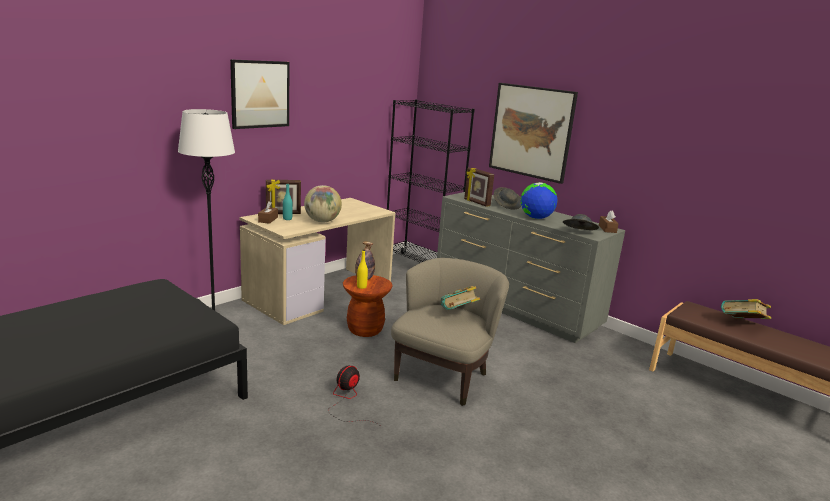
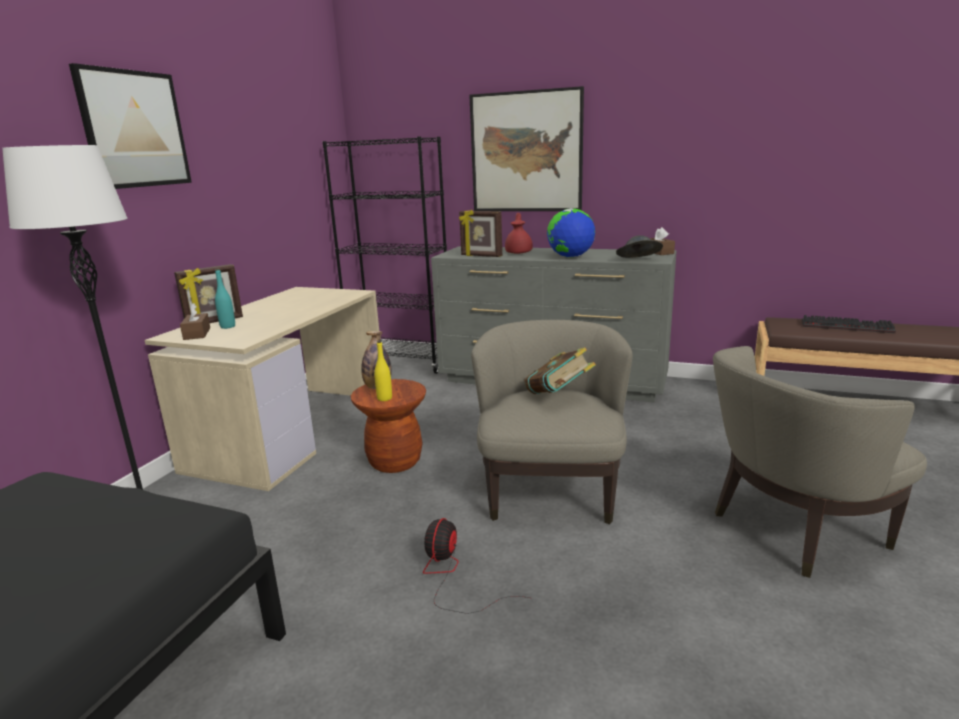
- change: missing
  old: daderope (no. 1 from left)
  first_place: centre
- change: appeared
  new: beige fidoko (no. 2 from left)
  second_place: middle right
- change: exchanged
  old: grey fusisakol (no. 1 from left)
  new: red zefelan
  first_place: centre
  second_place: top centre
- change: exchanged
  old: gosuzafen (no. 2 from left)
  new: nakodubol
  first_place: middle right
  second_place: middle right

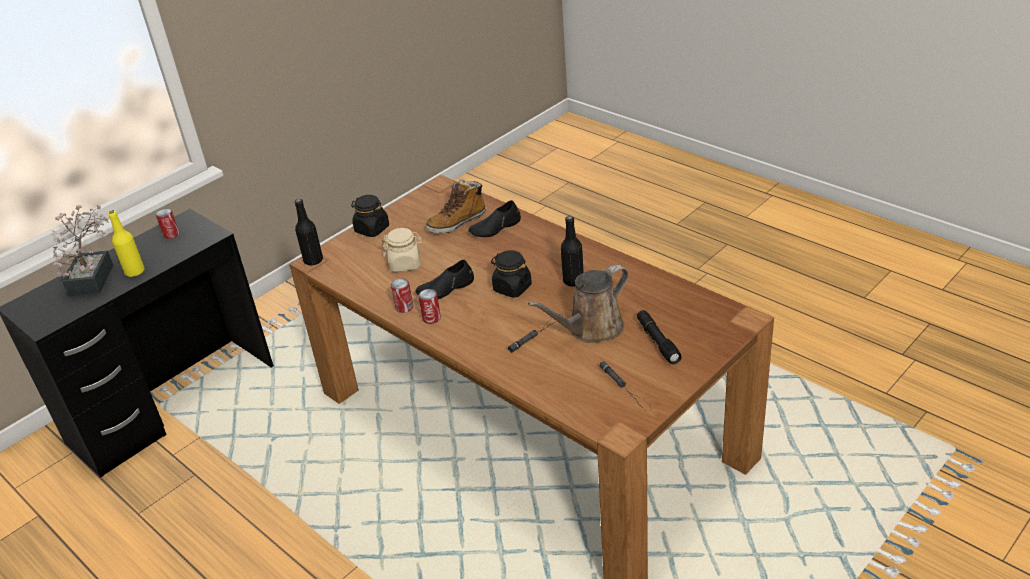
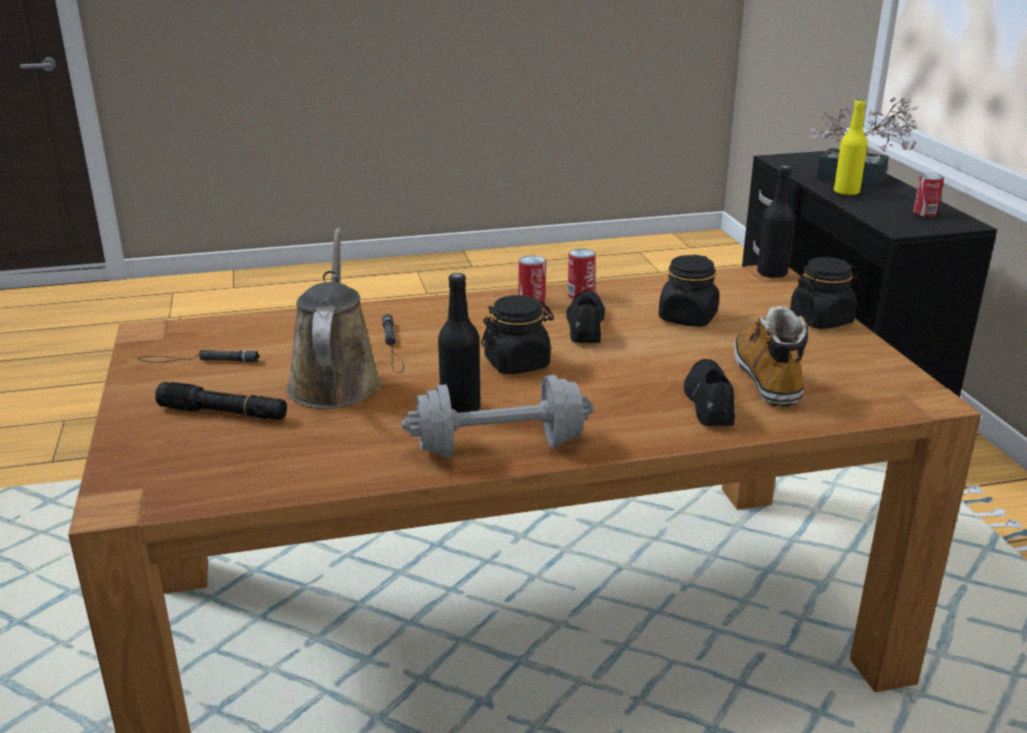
- change: appeared
  new: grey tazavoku
  second_place: centre
- change: colour
  old: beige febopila
  new: black febopila (no. 2 from left)
  first_place: centre
  second_place: middle right

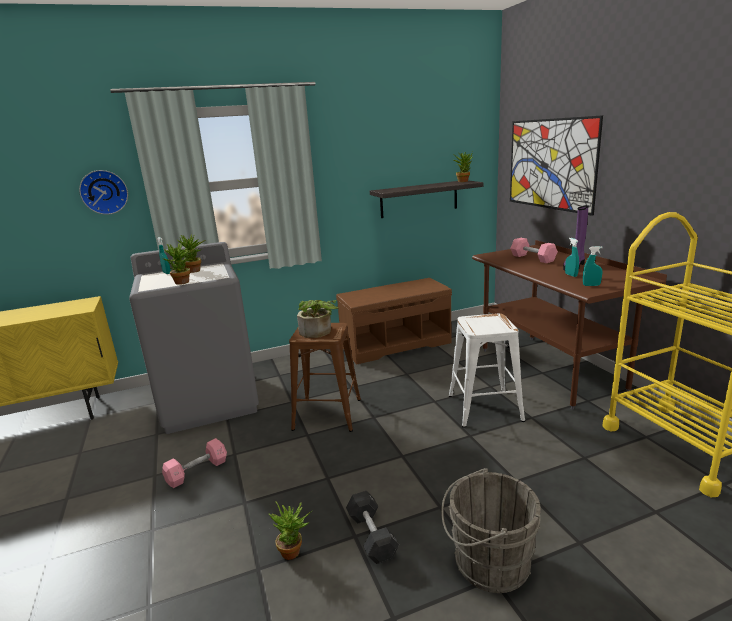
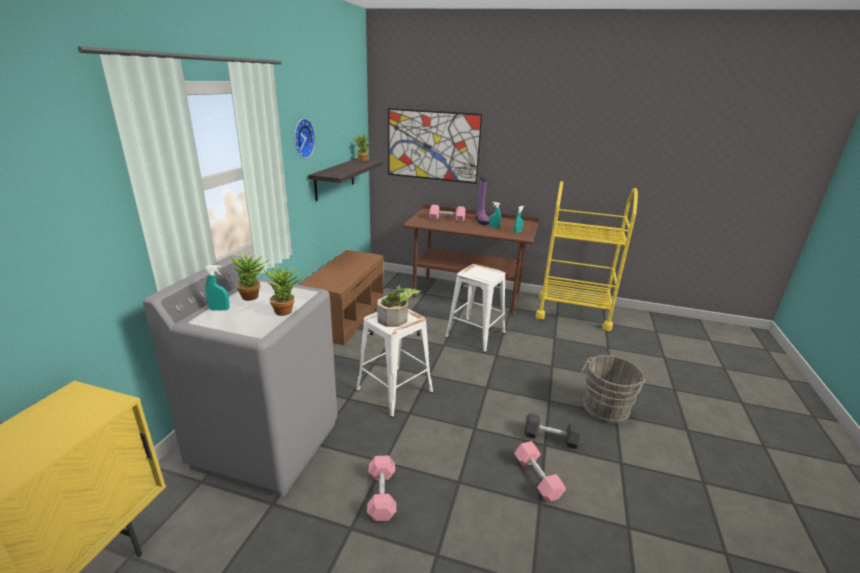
- change: relocated
  old: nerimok
  first_place: top left
  second_place: top centre
- change: exchanged
  old: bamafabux (no. 3 from left)
  new: pink tazavoku (no. 3 from left)
  first_place: bottom centre
  second_place: bottom centre
- change: colour
  old: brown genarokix
  new: white genarokix (no. 1 from left)
  first_place: centre
  second_place: centre

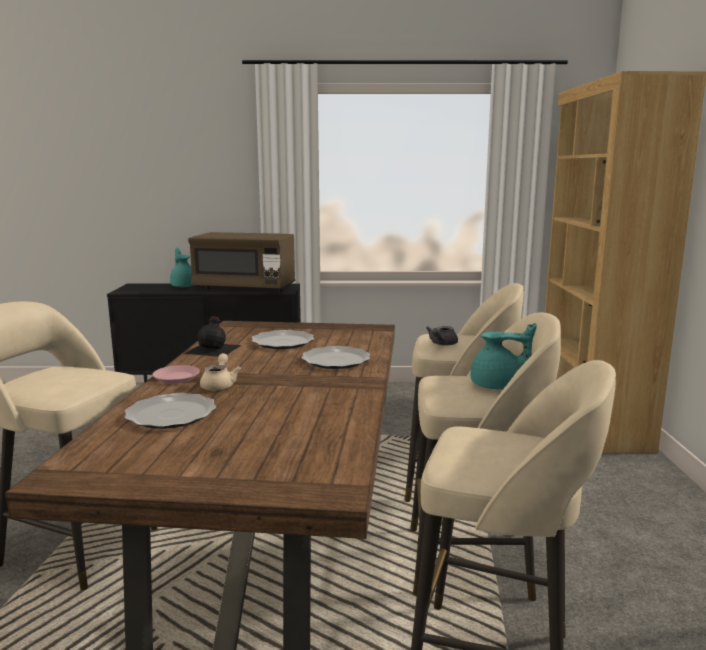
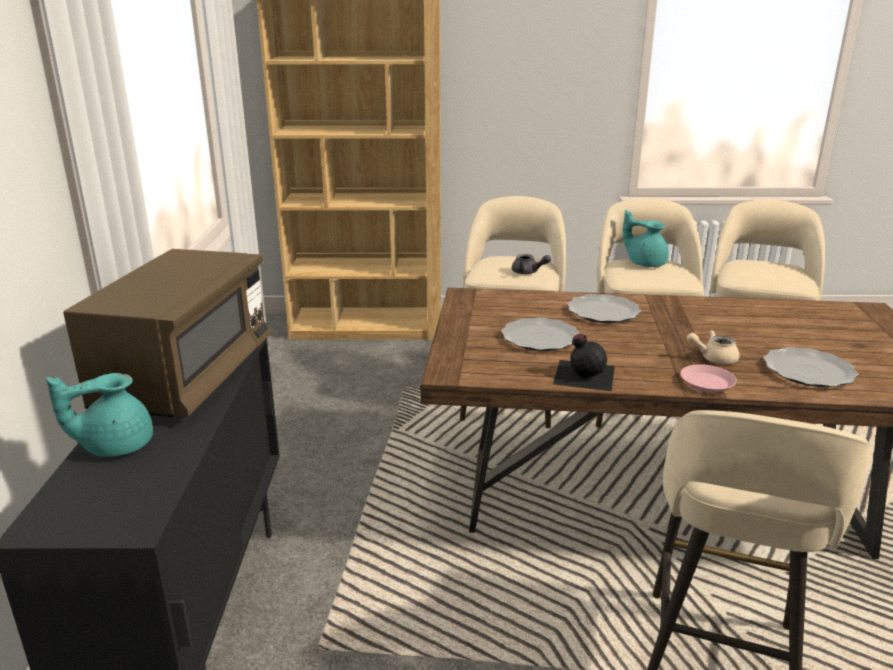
- change: spun
  old: turquoise zefelan (no. 2 from left)
  first_place: middle right
  second_place: middle right
  degrees: -60

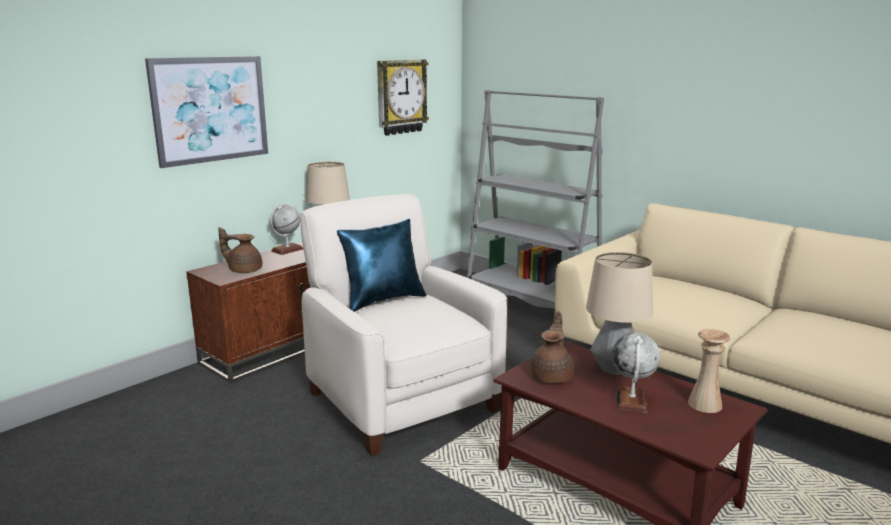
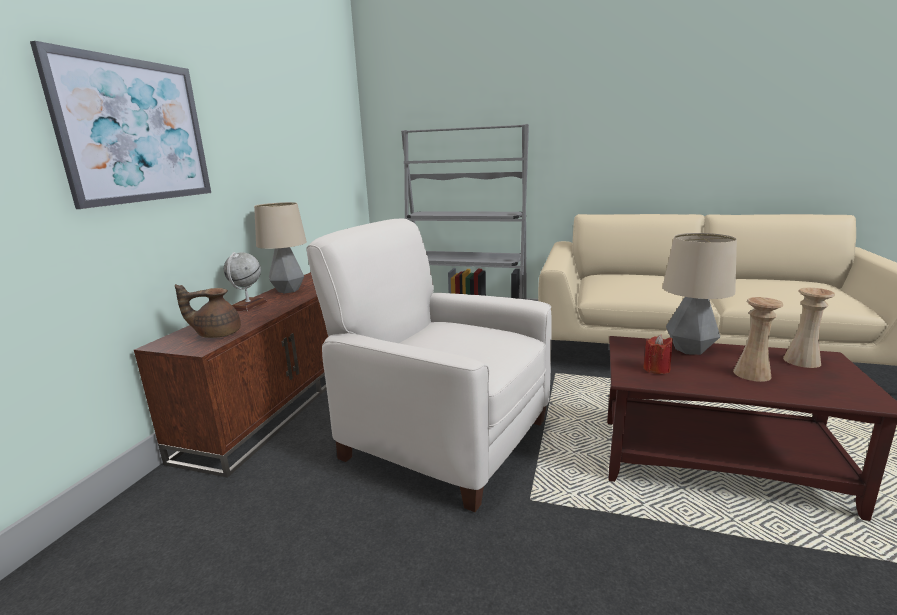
- change: missing
  old: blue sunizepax
  first_place: centre
- change: missing
  old: nerimok
  first_place: top centre
- change: exchanged
  old: brown zefelan (no. 2 from left)
  new: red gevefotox
  first_place: centre
  second_place: middle right
- change: exchanged
  old: daderope (no. 2 from left)
  new: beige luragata (no. 1 from left)
  first_place: bottom right
  second_place: middle right

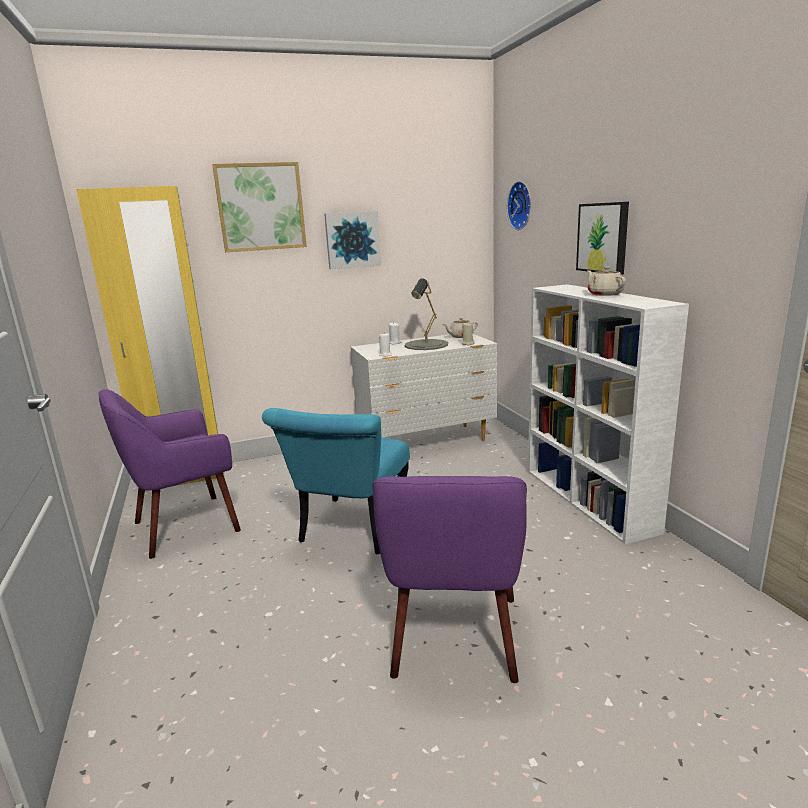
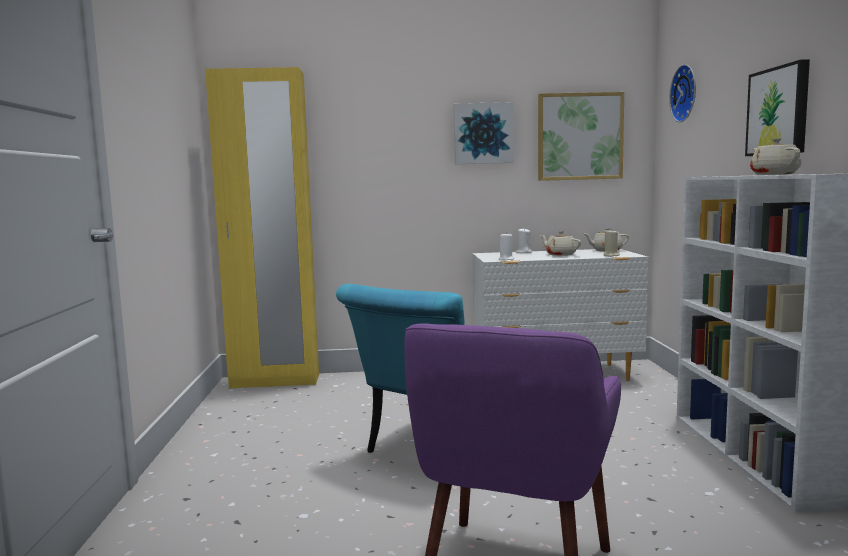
- change: missing
  old: purple fidoko (no. 1 from left)
  first_place: middle left
- change: relocated
  old: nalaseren (no. 1 from left in the first image)
  new: nalaseren (no. 2 from left)
  first_place: top left
  second_place: top right
- change: exchanged
  old: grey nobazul
  new: beige zefelan (no. 1 from left)
  first_place: centre
  second_place: centre

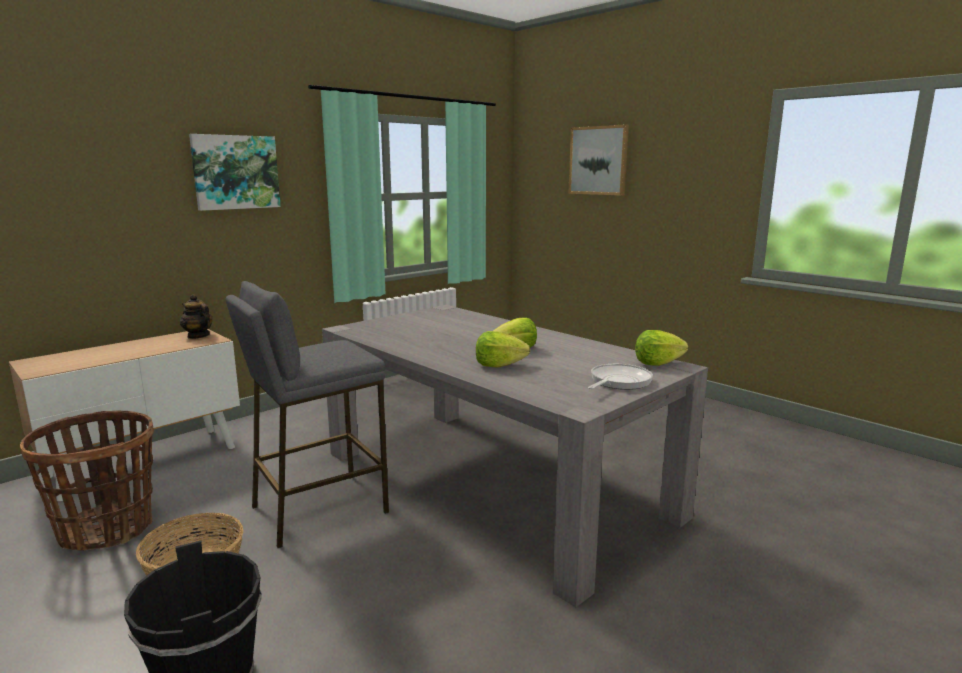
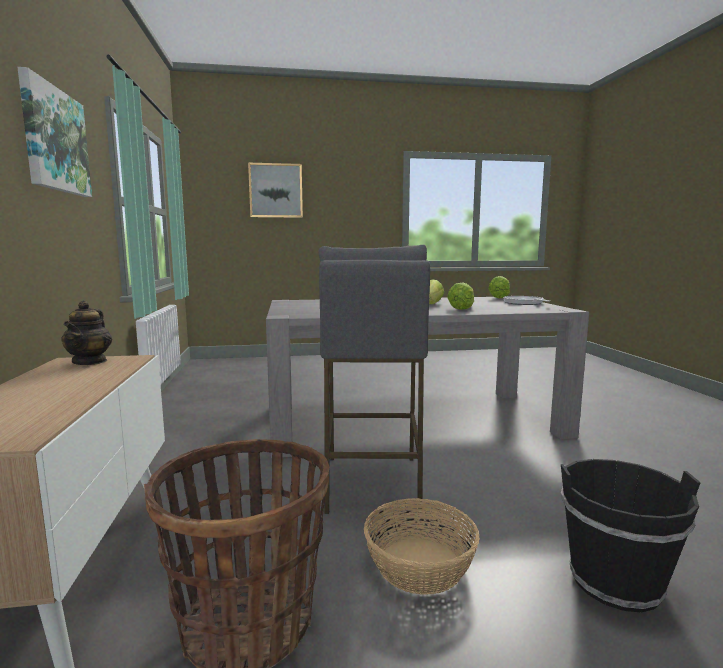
- change: spun
  old: zefelan
  first_place: middle left
  second_place: middle left
  degrees: -75

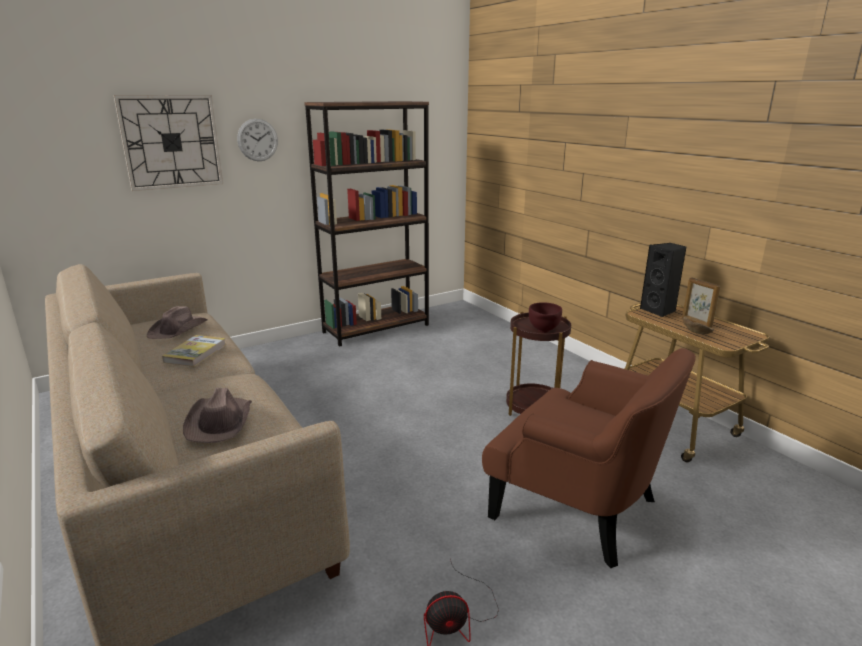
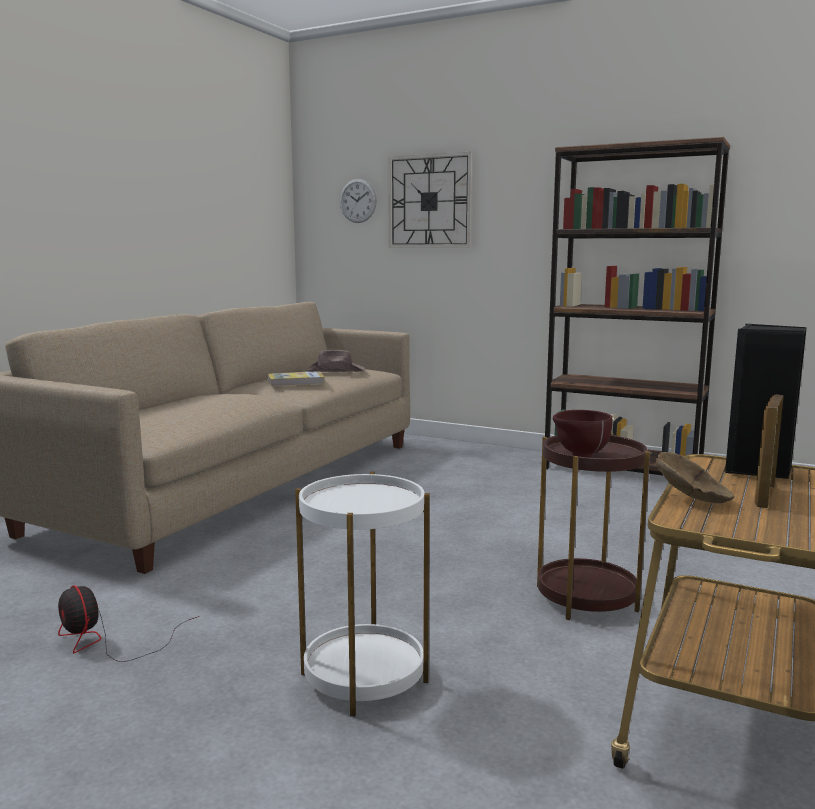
- change: missing
  old: brown fusisakol (no. 2 from left)
  first_place: middle left
- change: relocated
  old: nerimok (no. 2 from left in the first image)
  new: nerimok (no. 1 from left)
  first_place: top left
  second_place: top centre
- change: exchanged
  old: brown fidoko
  new: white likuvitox
  first_place: bottom right
  second_place: bottom centre

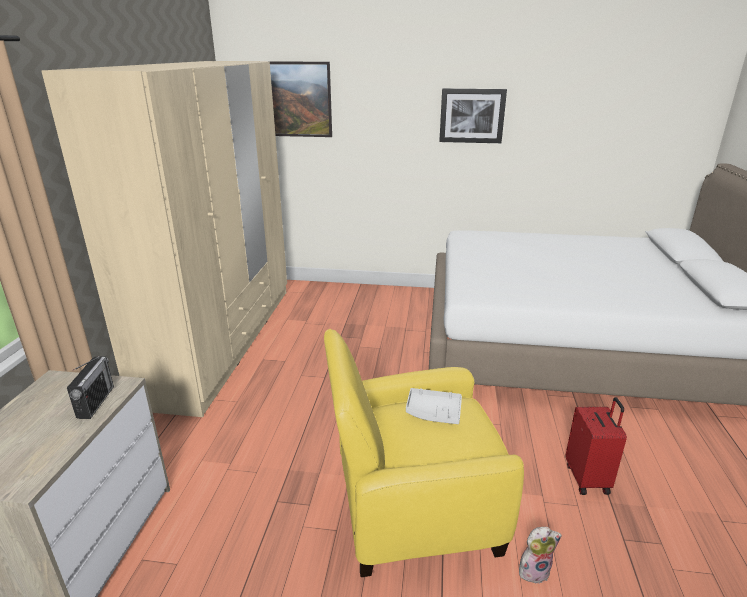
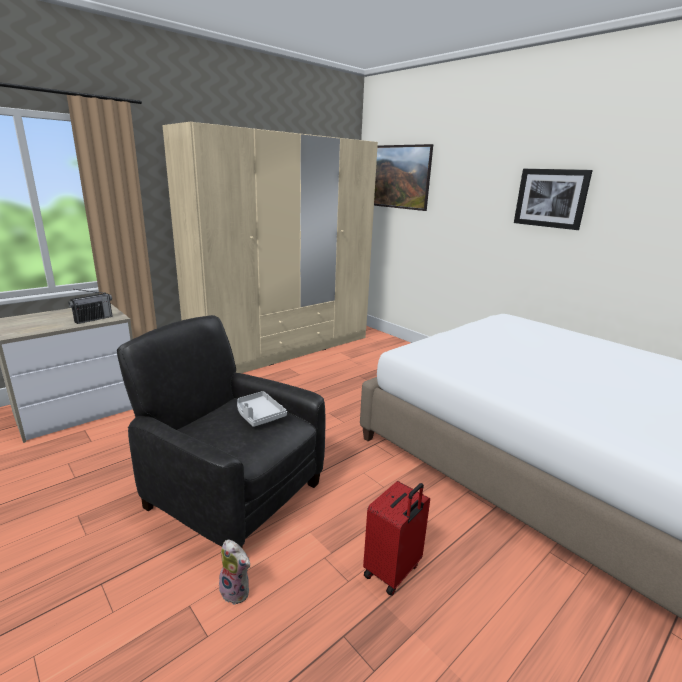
- change: colour
  old: yellow fidoko
  new: black fidoko
  first_place: bottom centre
  second_place: middle left

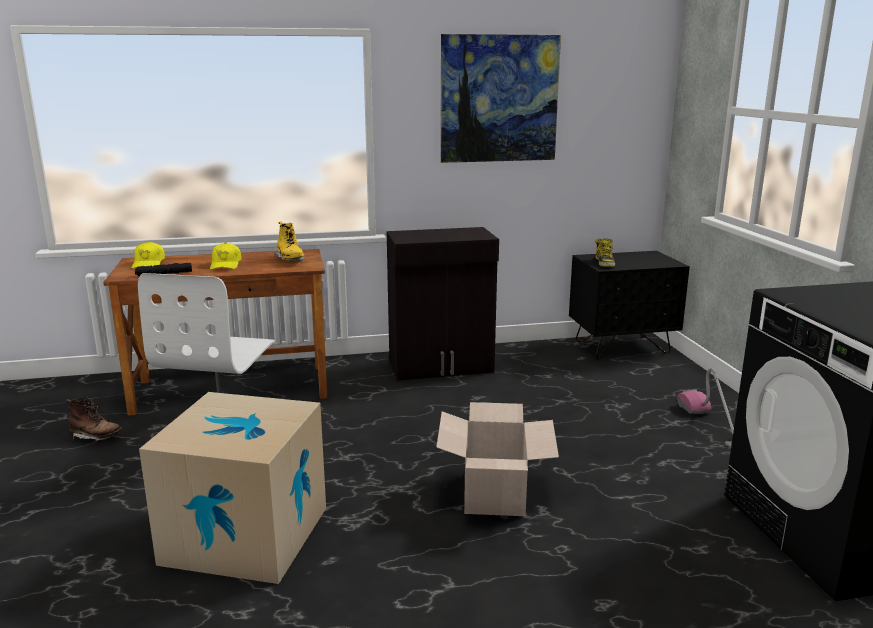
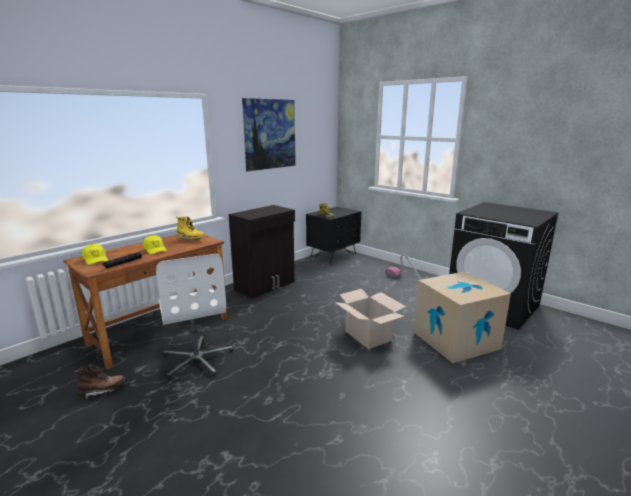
- change: relocated
  old: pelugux (no. 1 from left in the first image)
  new: pelugux (no. 2 from left)
  first_place: bottom left
  second_place: middle right

